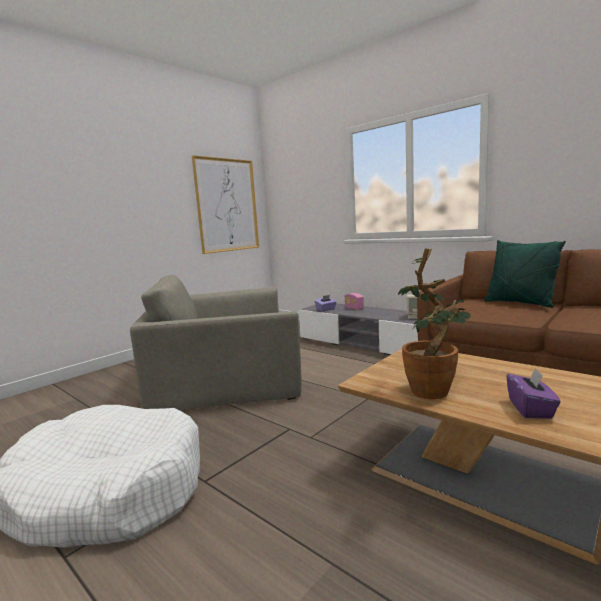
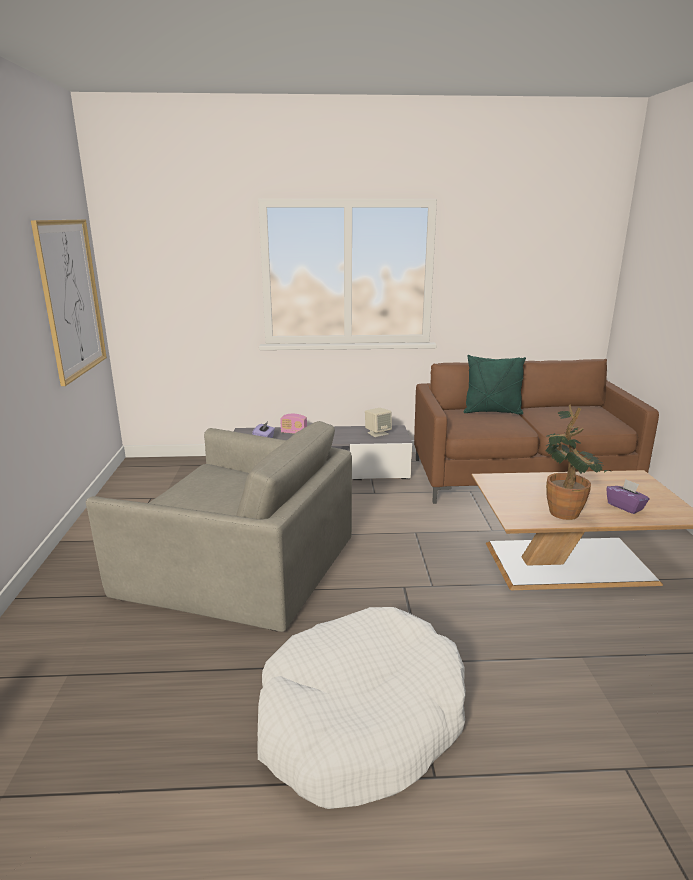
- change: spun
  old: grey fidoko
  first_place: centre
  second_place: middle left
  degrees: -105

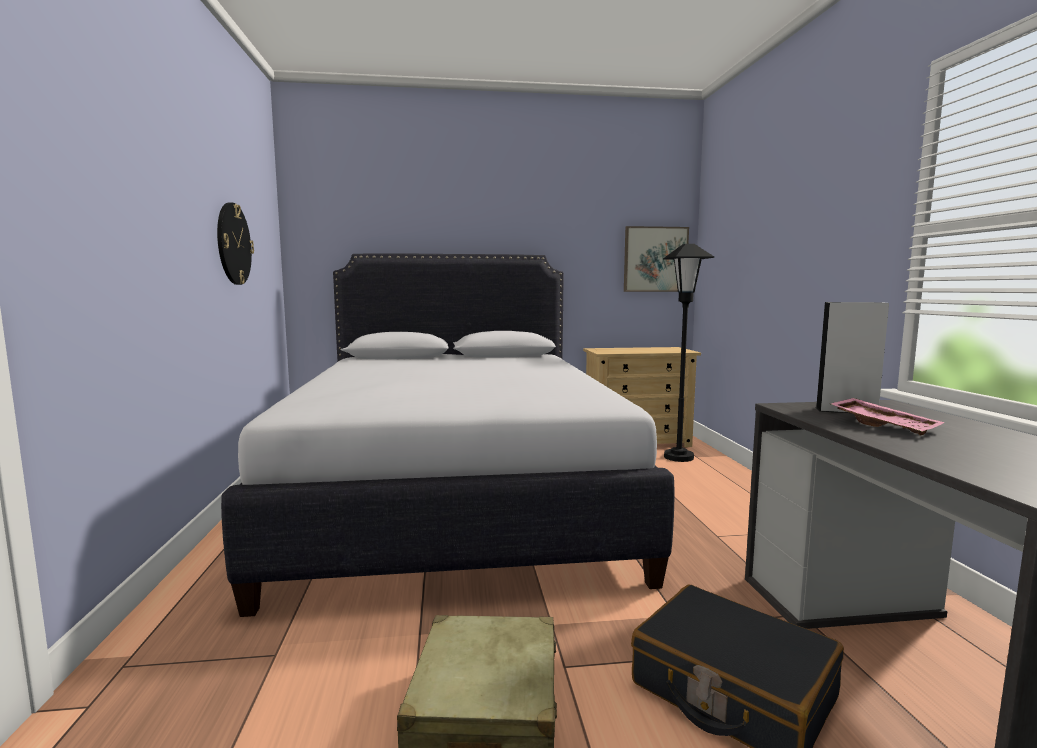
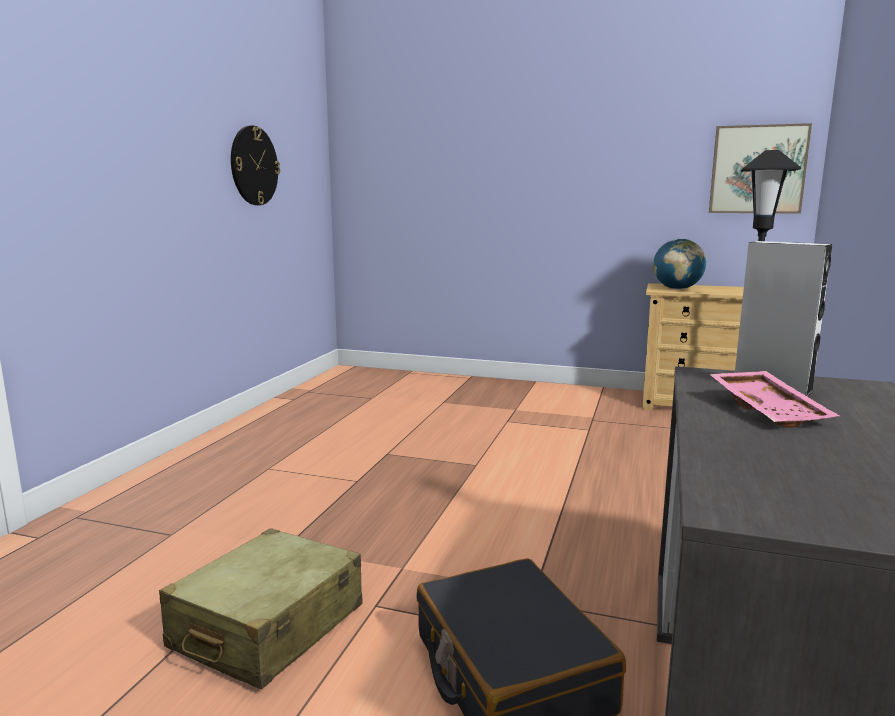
- change: missing
  old: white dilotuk
  first_place: centre
- change: appeared
  new: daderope
  second_place: middle right

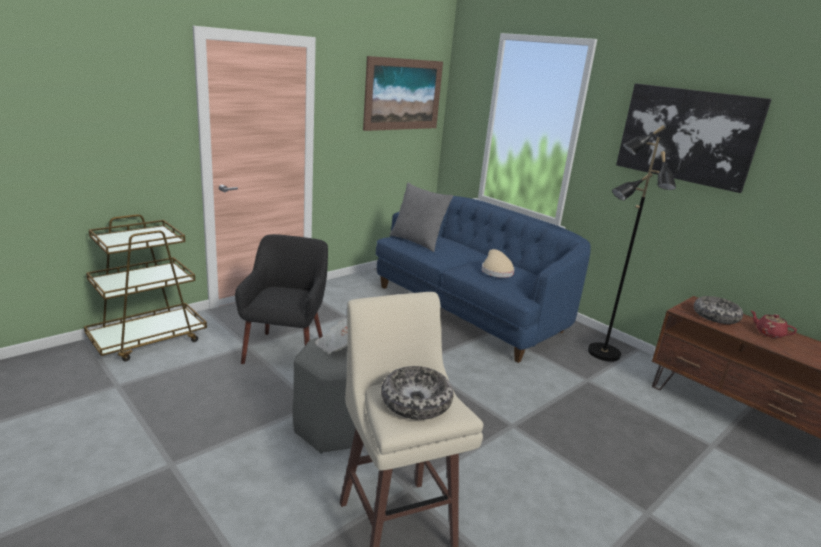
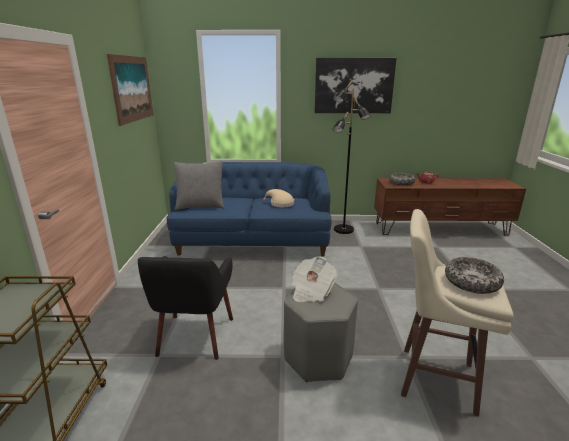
- change: spun
  old: black fidoko
  first_place: centre
  second_place: bottom left
  degrees: -135

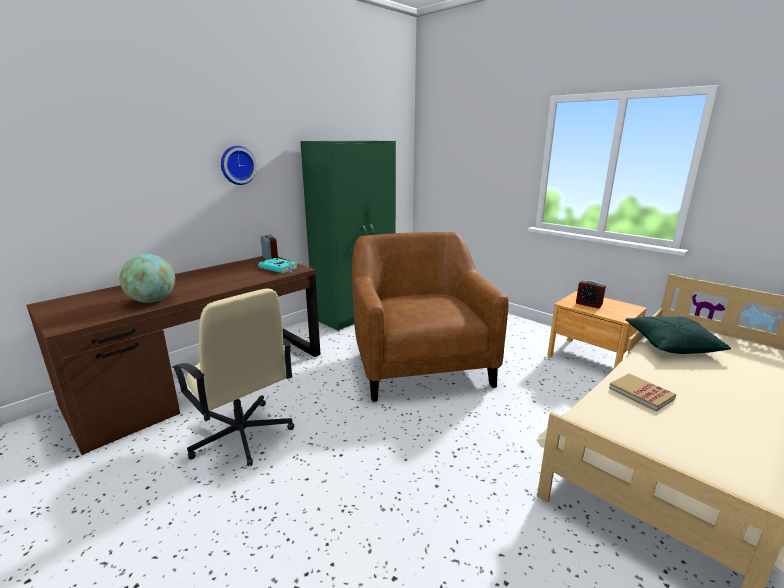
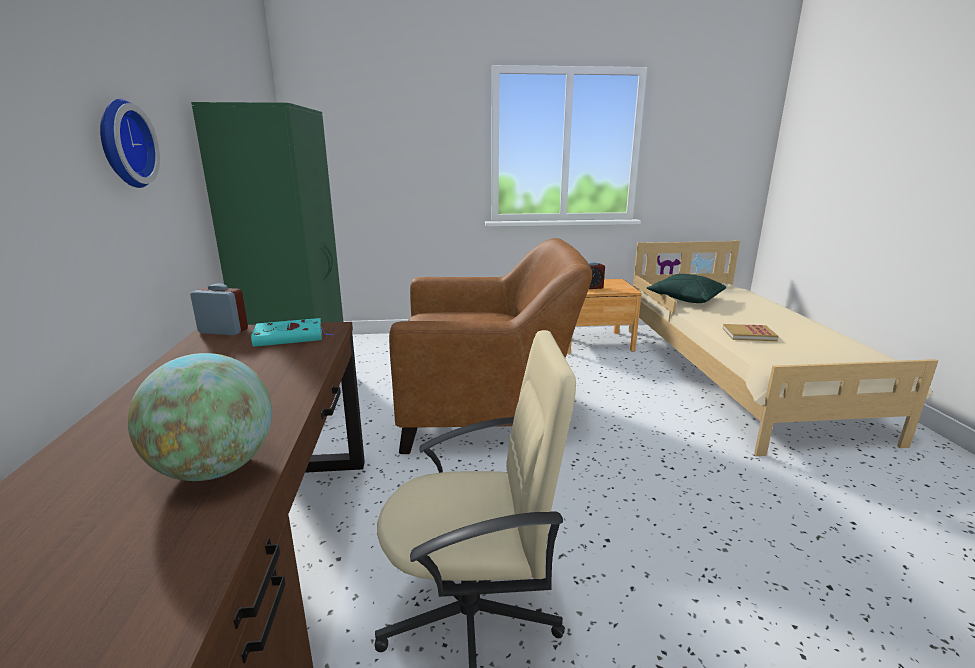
- change: spun
  old: brown fidoko
  first_place: centre
  second_place: centre
  degrees: 150

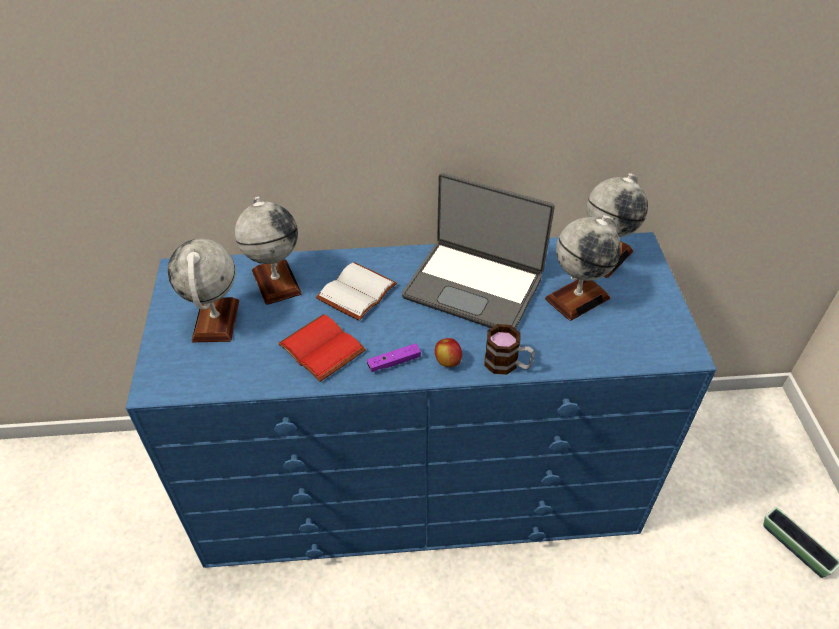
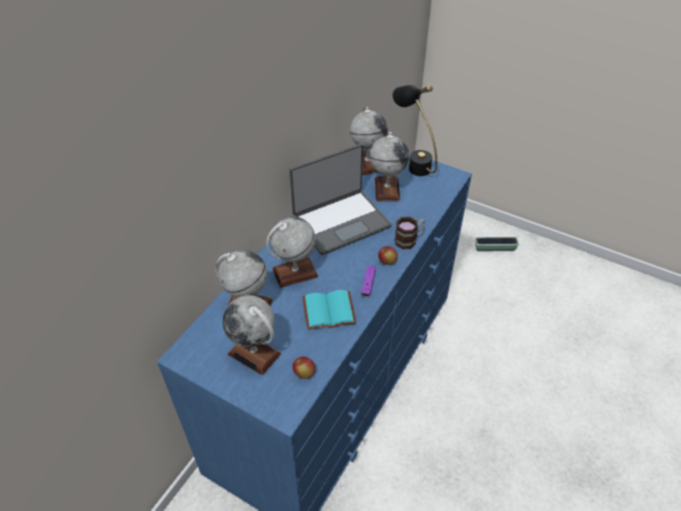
- change: appeared
  new: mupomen (no. 1 from left)
  second_place: bottom centre
- change: appeared
  new: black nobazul
  second_place: top centre
- change: exchanged
  old: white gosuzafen
  new: daderope (no. 3 from left)
  first_place: centre
  second_place: centre
- change: colour
  old: red gosuzafen
  new: turquoise gosuzafen
  first_place: centre
  second_place: centre

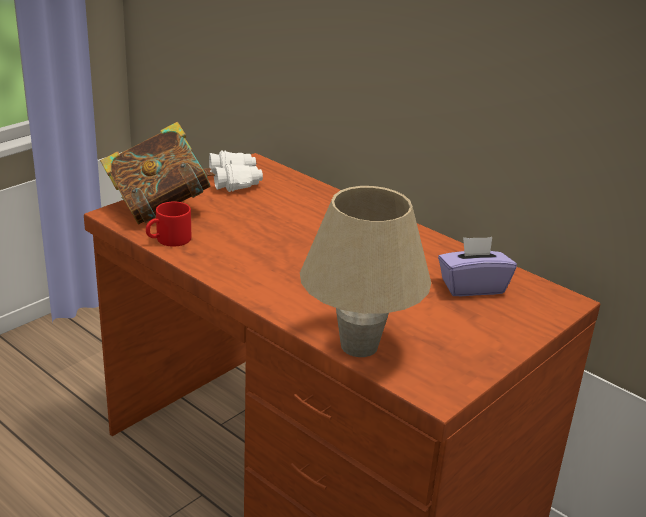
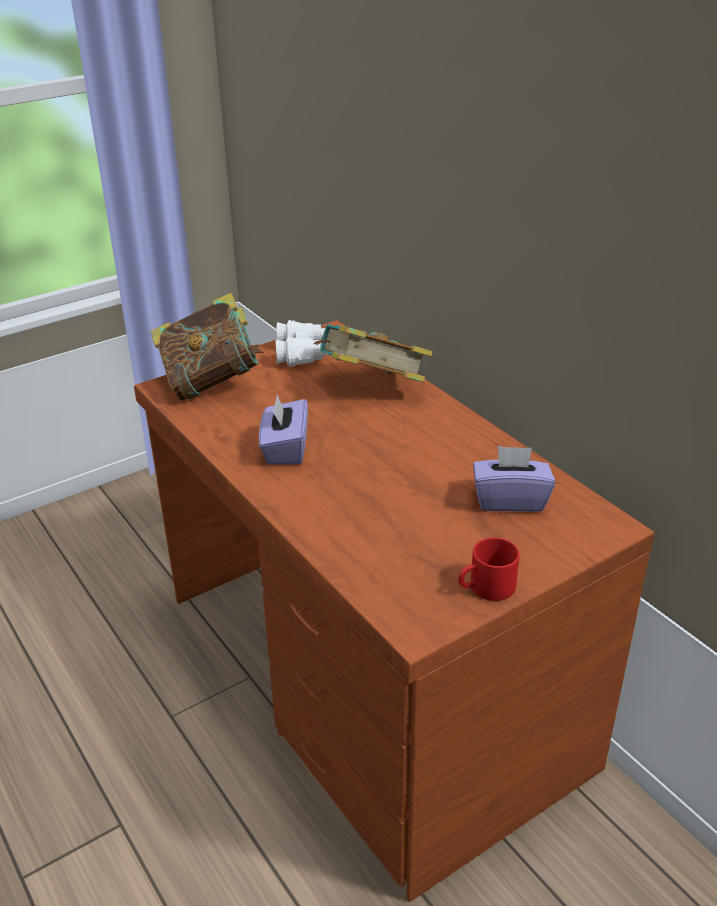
- change: missing
  old: beige nobazul
  first_place: centre
- change: appeared
  new: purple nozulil (no. 1 from left)
  second_place: centre
- change: appeared
  new: gosuzafen (no. 2 from left)
  second_place: centre
- change: relocated
  old: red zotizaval
  first_place: middle left
  second_place: middle right

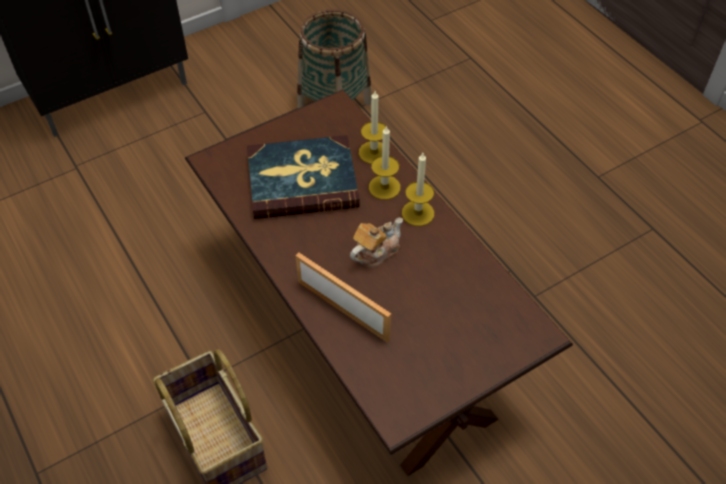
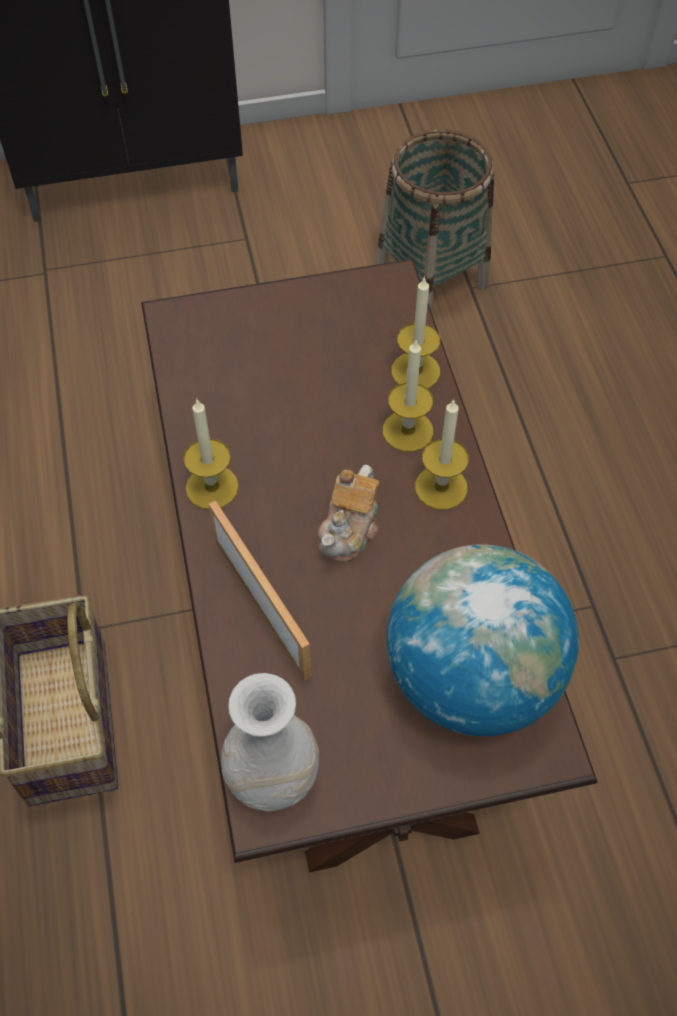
- change: missing
  old: gosuzafen
  first_place: centre
- change: appeared
  new: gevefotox (no. 1 from left)
  second_place: middle left
- change: appeared
  new: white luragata
  second_place: bottom centre
- change: appeared
  new: daderope
  second_place: middle right
- change: spun
  old: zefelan
  first_place: centre
  second_place: centre
  degrees: 135

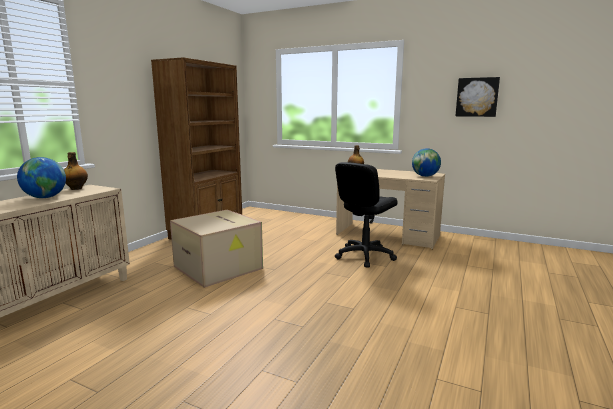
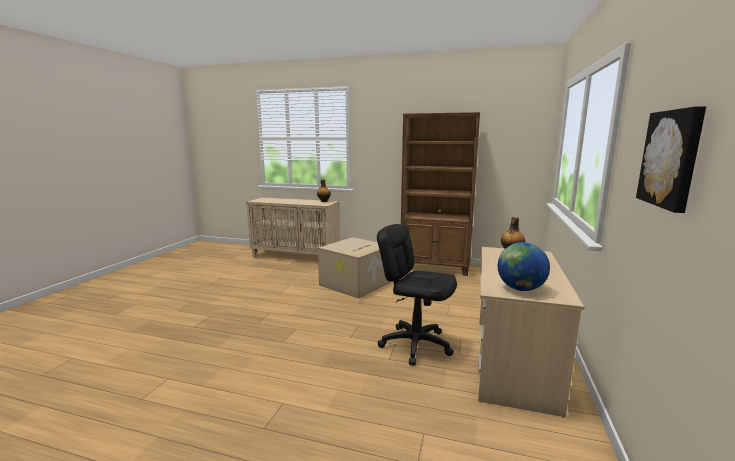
- change: missing
  old: daderope (no. 1 from left)
  first_place: middle left

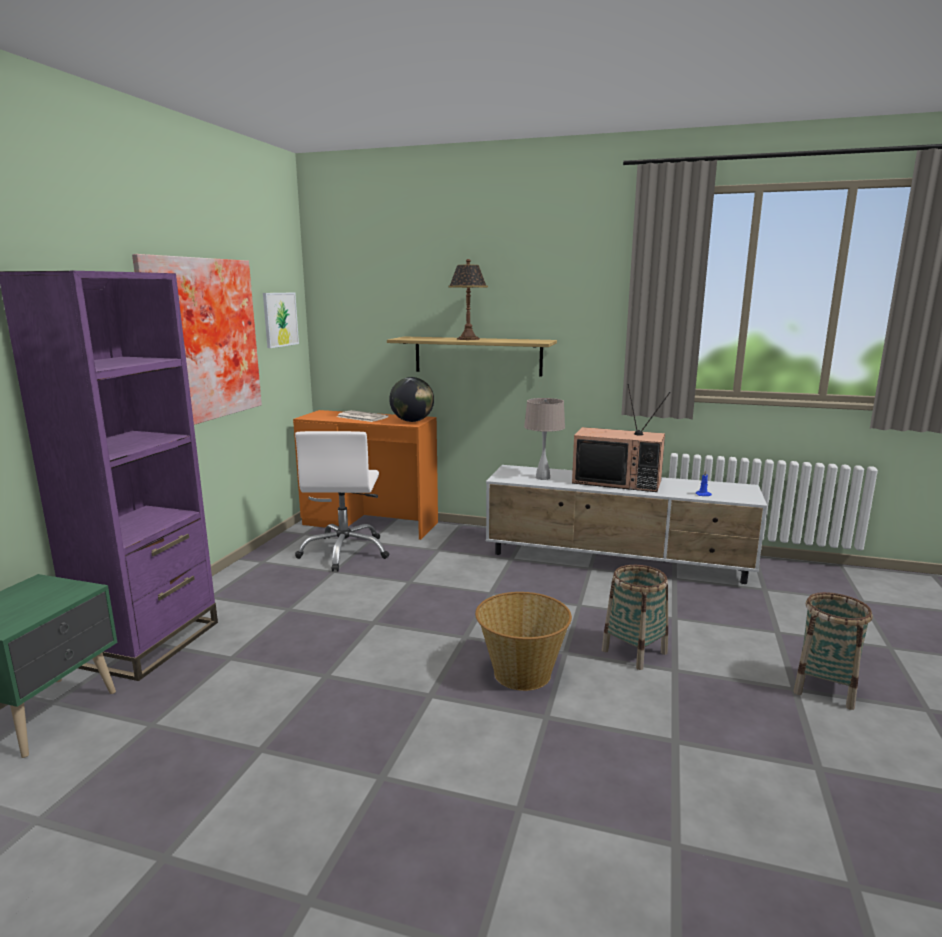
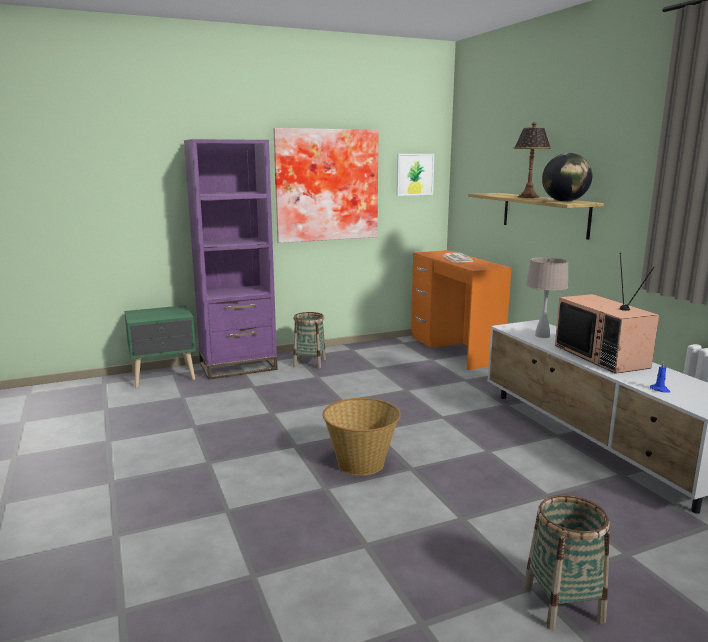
- change: missing
  old: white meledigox
  first_place: centre
- change: relocated
  old: daderope
  first_place: centre
  second_place: top right
- change: relocated
  old: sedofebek (no. 2 from left in the first image)
  new: sedofebek (no. 1 from left)
  first_place: middle right
  second_place: centre

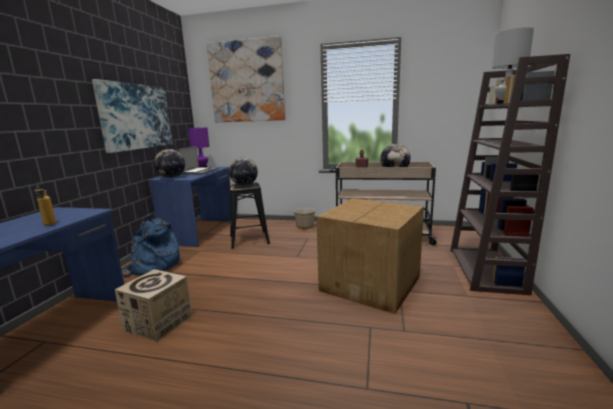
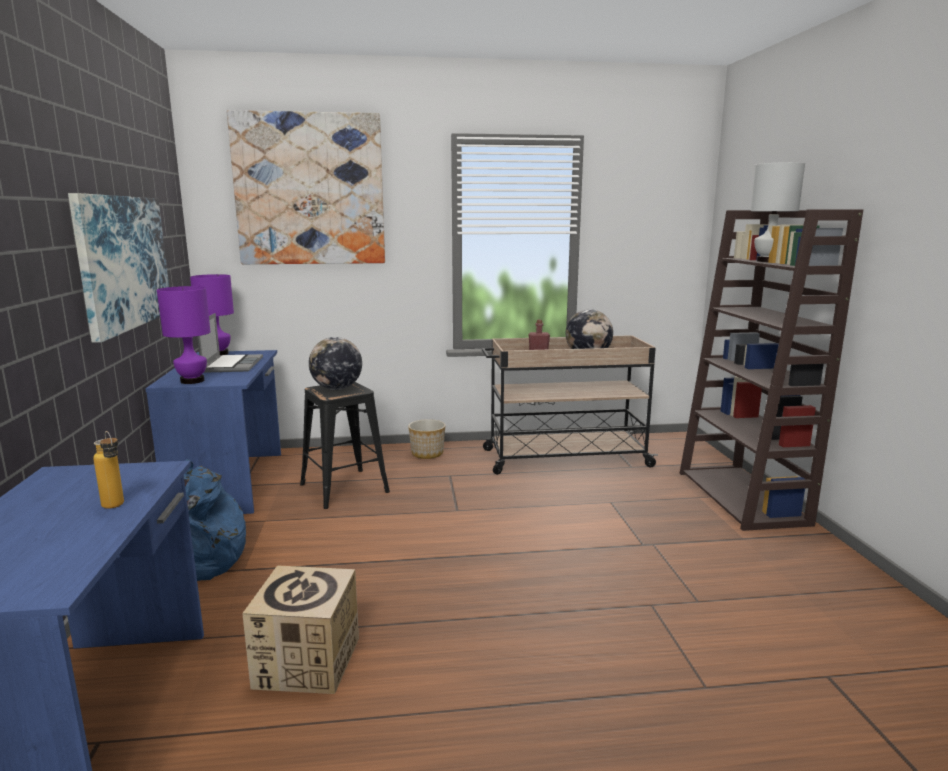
- change: missing
  old: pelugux (no. 2 from left)
  first_place: centre
- change: exchanged
  old: daderope (no. 1 from left)
  new: purple nobazul (no. 1 from left)
  first_place: middle left
  second_place: middle left

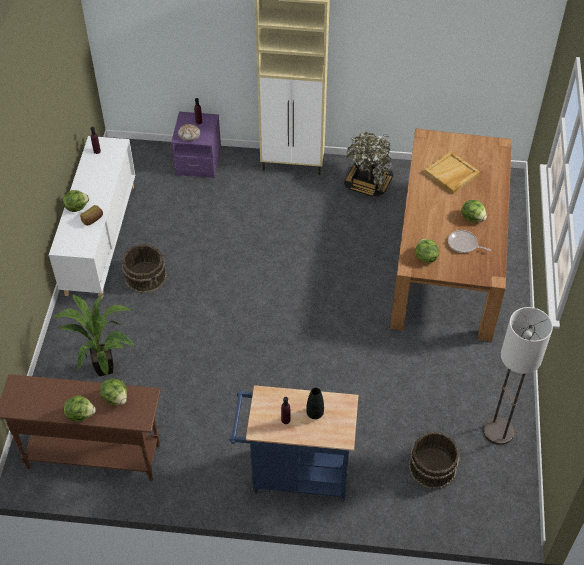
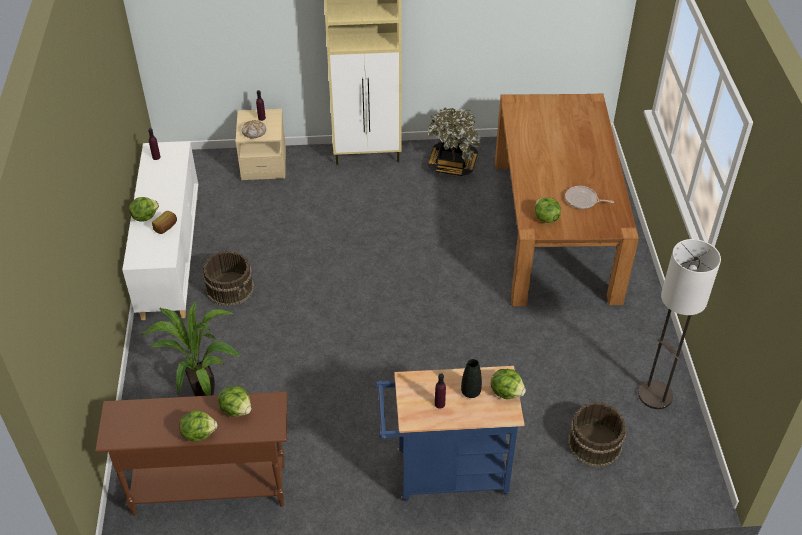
- change: missing
  old: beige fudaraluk
  first_place: top right
- change: relocated
  old: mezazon (no. 5 from left in the first image)
  new: mezazon (no. 4 from left)
  first_place: middle right
  second_place: bottom centre
- change: colour
  old: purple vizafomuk
  new: beige vizafomuk
  first_place: top centre
  second_place: top left

